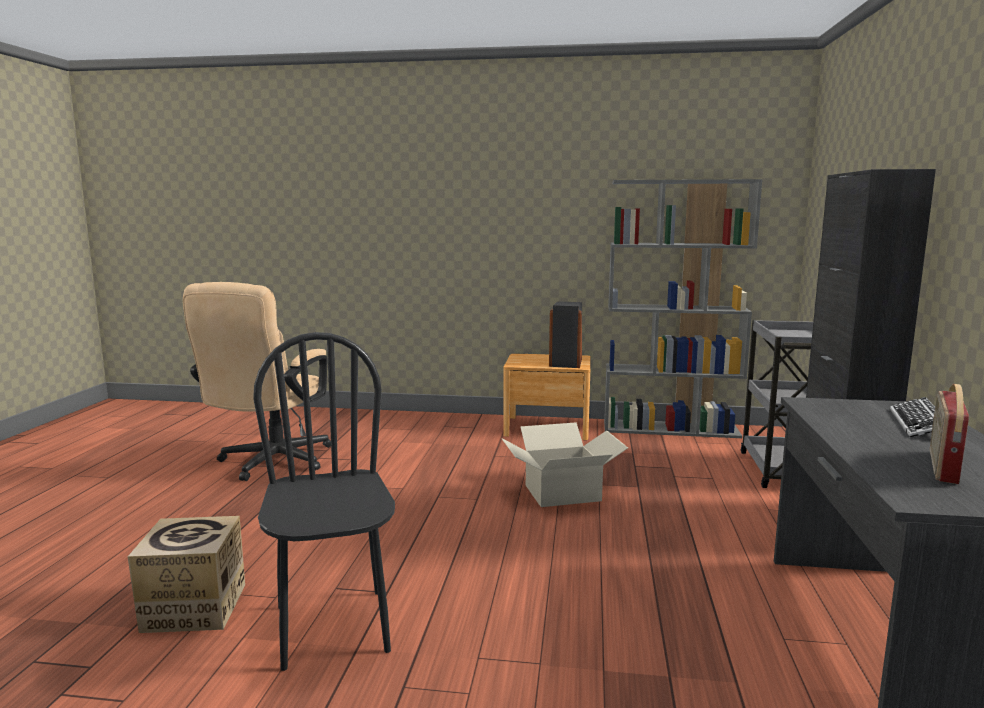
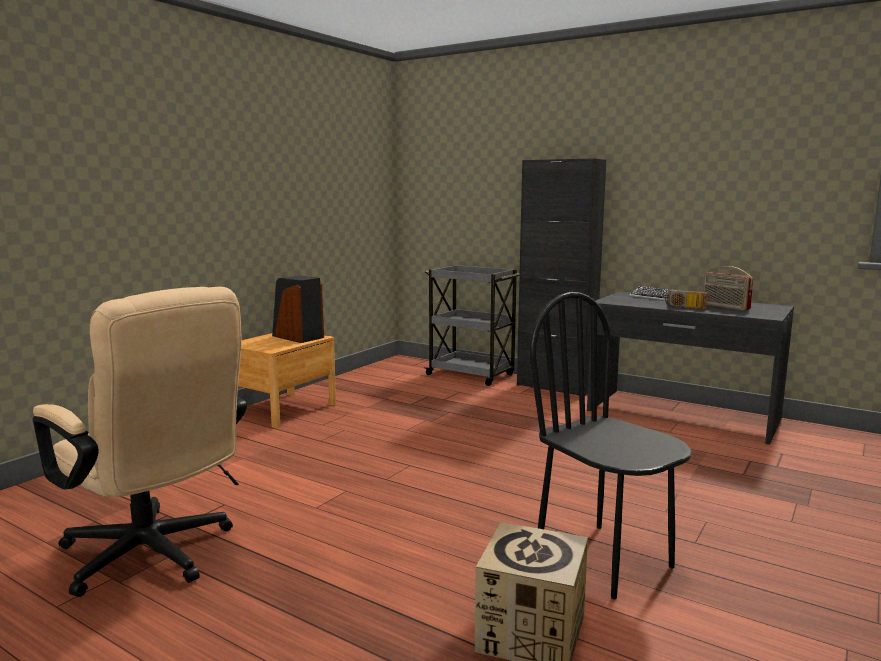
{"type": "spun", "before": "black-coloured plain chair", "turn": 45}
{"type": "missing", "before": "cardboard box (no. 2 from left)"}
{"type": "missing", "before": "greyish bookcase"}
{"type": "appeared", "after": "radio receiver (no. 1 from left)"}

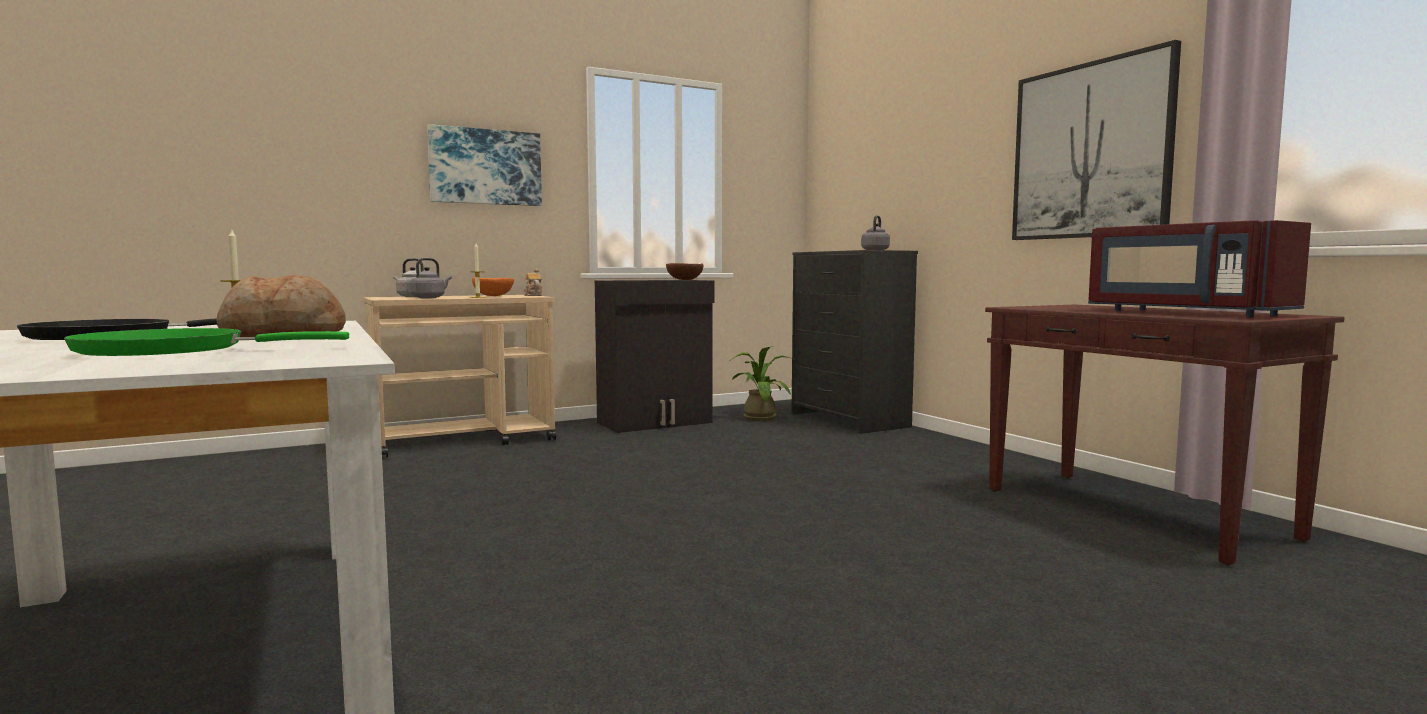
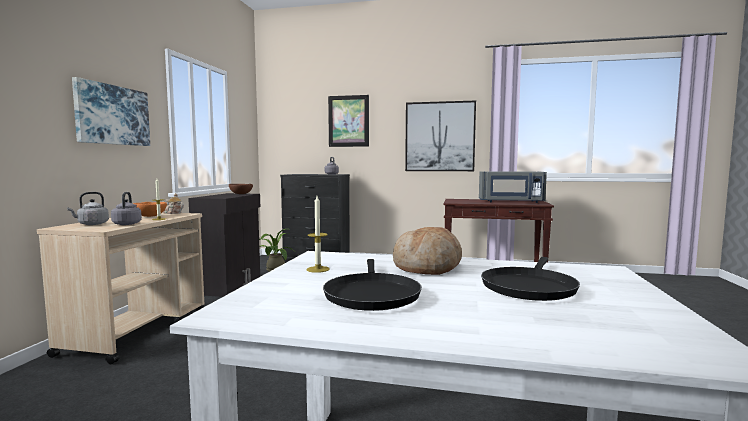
{"type": "colour", "before": "greenish pan", "after": "black-coloured pan (no. 2 from left)"}
{"type": "colour", "before": "red microwave oven", "after": "greyish microwave oven"}
{"type": "appeared", "after": "picture (no. 2 from left)"}

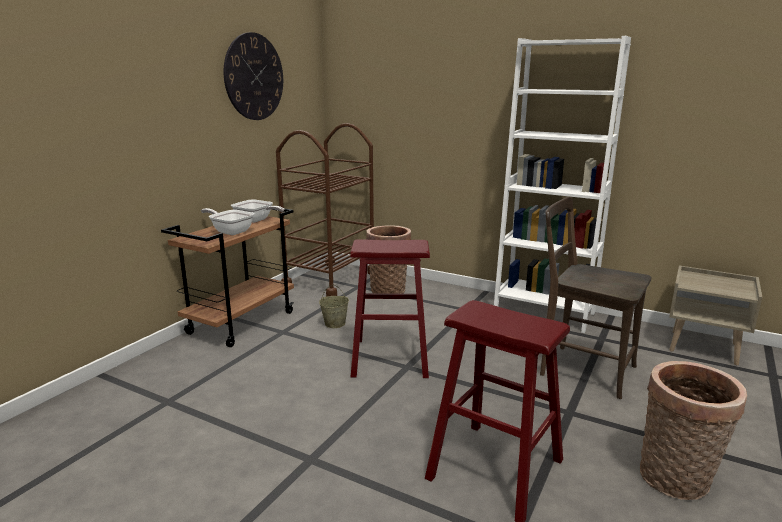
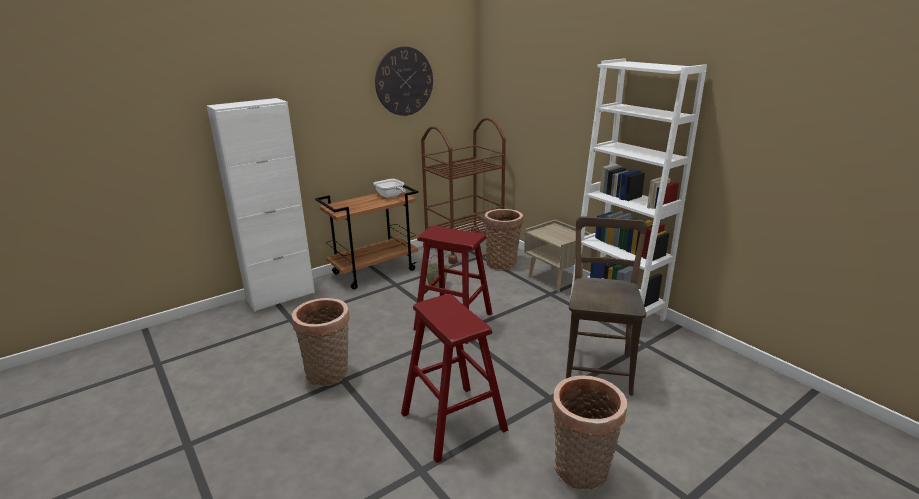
{"type": "missing", "before": "pan (no. 1 from left)"}
{"type": "spun", "before": "brown-coloured plain chair", "turn": 45}
{"type": "relocated", "before": "sand-coloured nightstand"}
{"type": "appeared", "after": "white cabinet"}
{"type": "appeared", "after": "household basket (no. 1 from left)"}

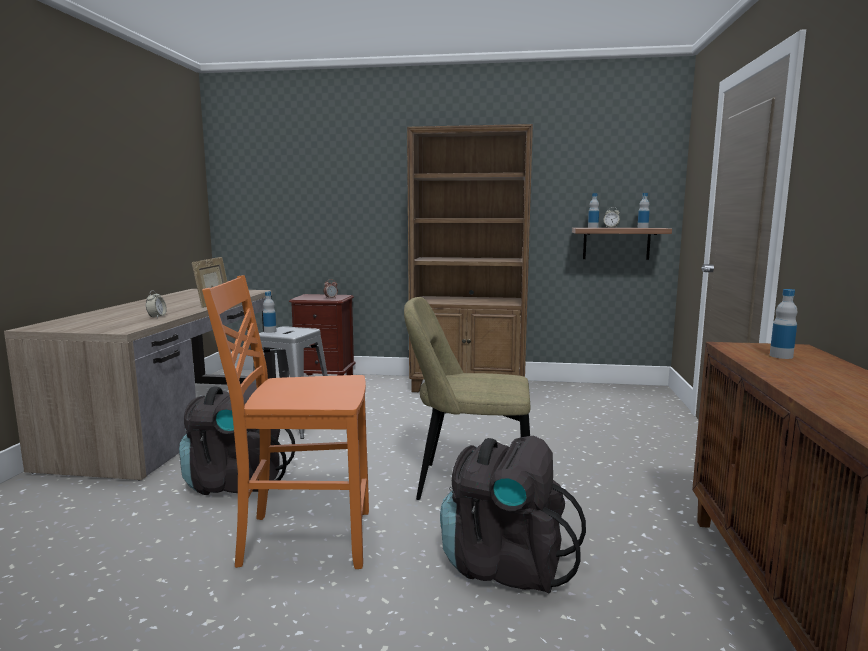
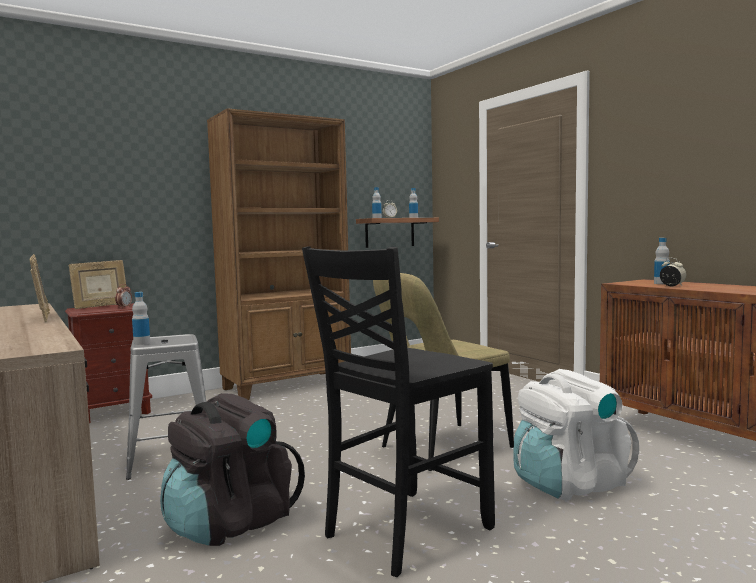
{"type": "relocated", "before": "table clock (no. 1 from left in the first image)", "after": "table clock (no. 3 from left)"}
{"type": "colour", "before": "orange-coloured plain chair", "after": "black-coloured plain chair"}
{"type": "colour", "before": "black-coloured rucksack (no. 2 from left)", "after": "white rucksack"}
{"type": "appeared", "after": "standing frame (no. 2 from left)"}

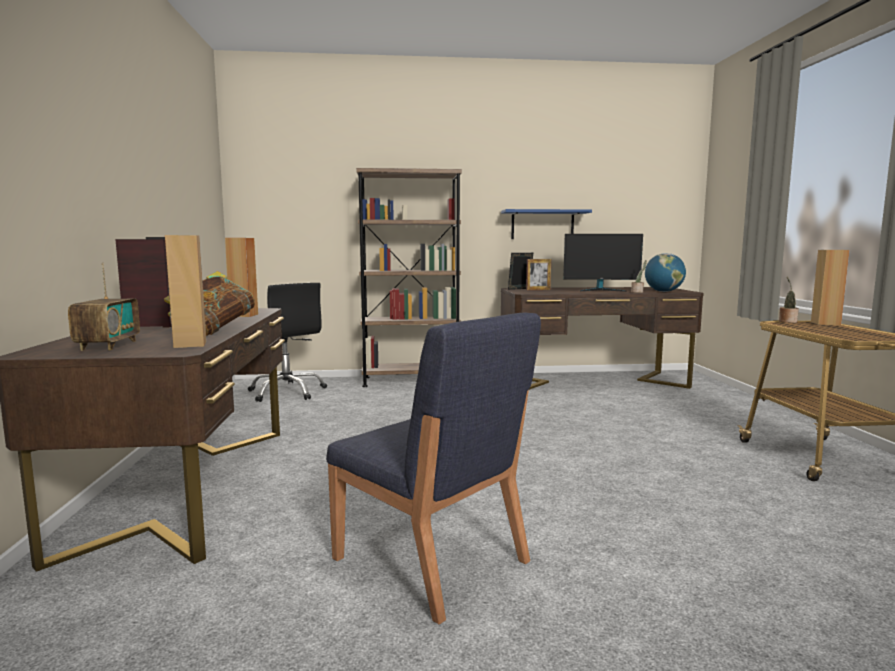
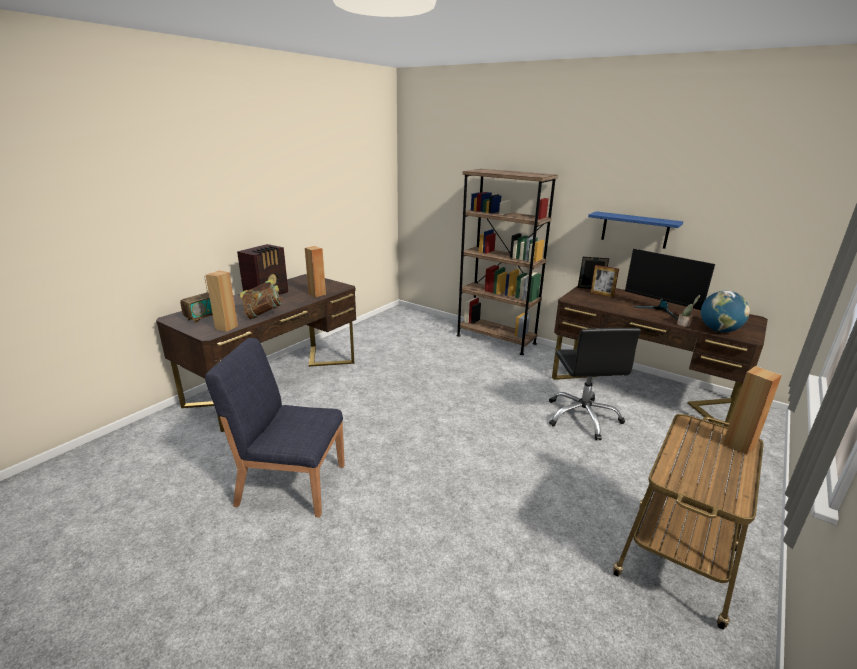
{"type": "relocated", "before": "black-coloured desk chair"}
{"type": "spun", "before": "blue plain chair", "turn": 105}
{"type": "missing", "before": "houseplant (no. 2 from left)"}

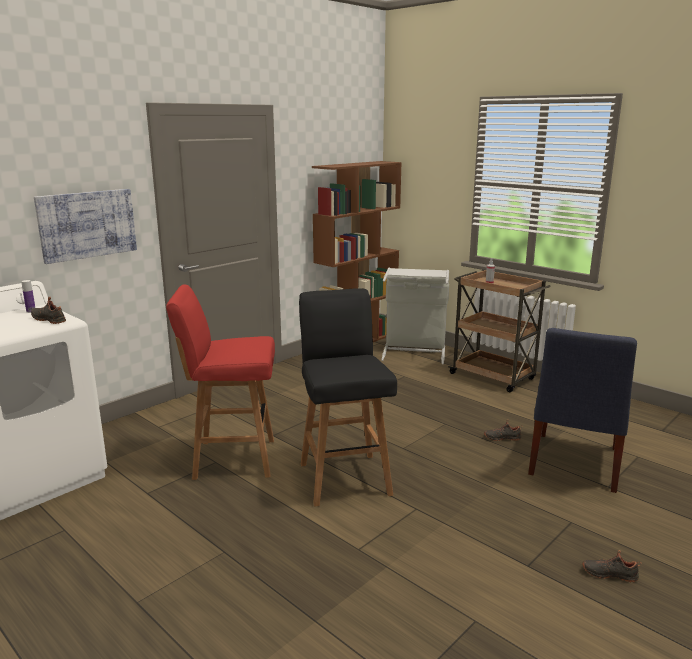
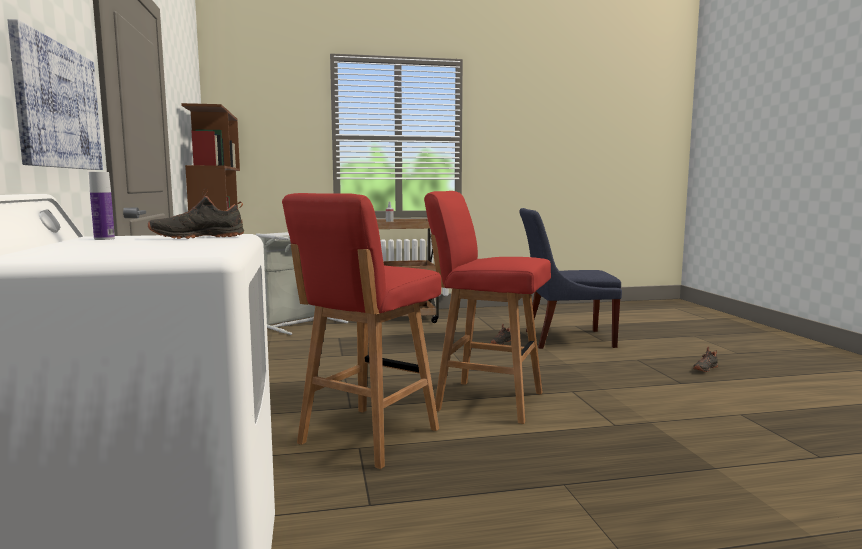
{"type": "colour", "before": "black-coloured sitting stool", "after": "red sitting stool (no. 2 from left)"}
{"type": "spun", "before": "blue plain chair", "turn": 120}

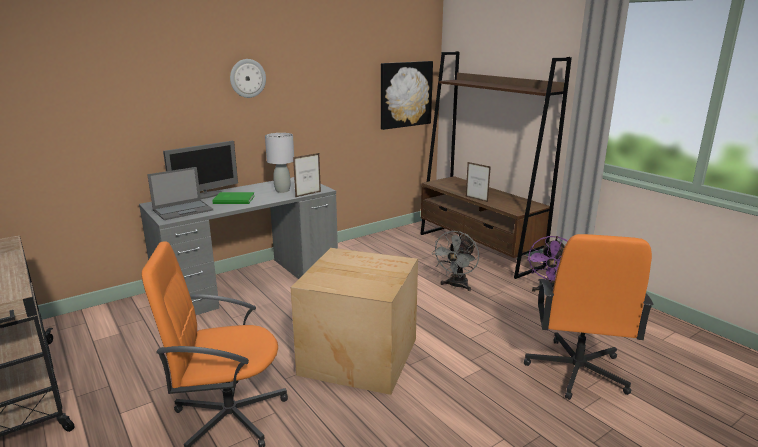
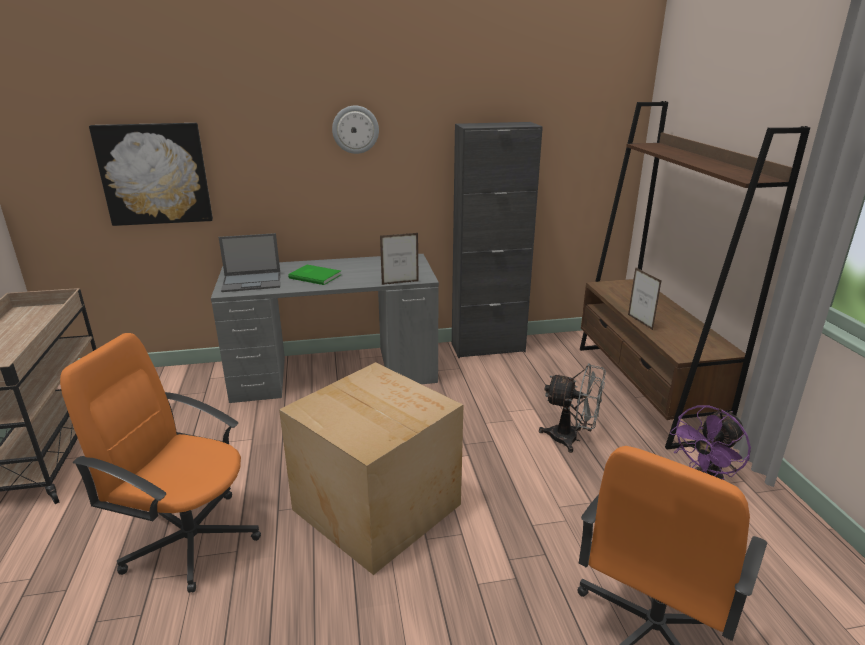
{"type": "missing", "before": "computer screen"}
{"type": "missing", "before": "greyish tabletop lamp"}
{"type": "relocated", "before": "picture"}
{"type": "spun", "before": "greyish electric fan", "turn": -120}
{"type": "appeared", "after": "black-coloured cabinet"}

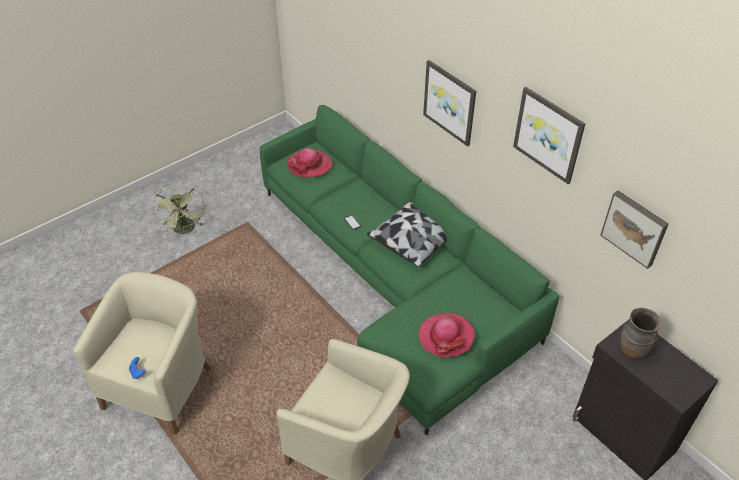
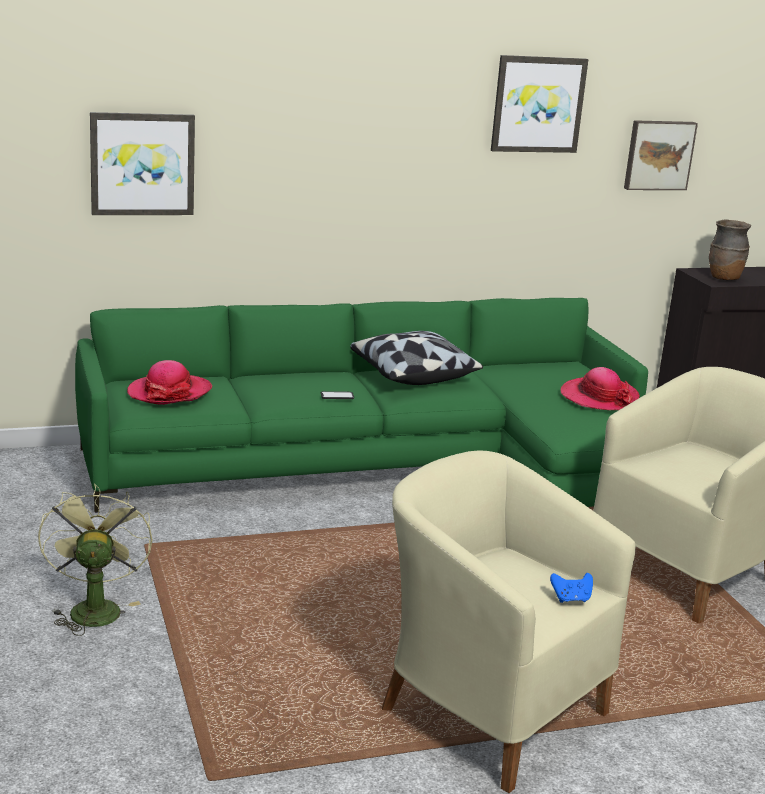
{"type": "spun", "before": "greenish electric fan", "turn": -105}
{"type": "relocated", "before": "picture (no. 1 from left)"}

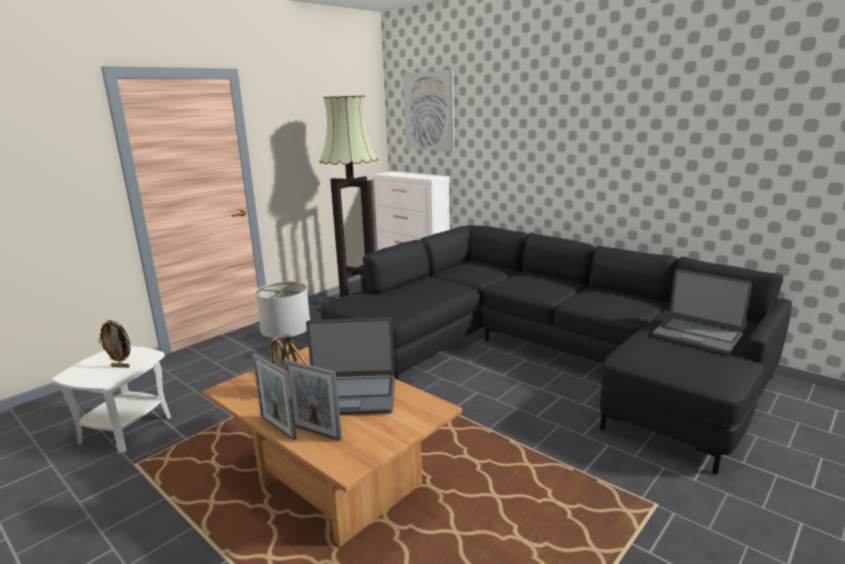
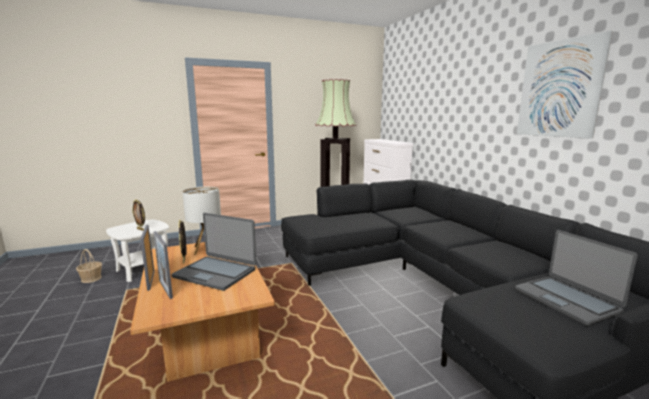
{"type": "relocated", "before": "picture"}
{"type": "appeared", "after": "household basket"}

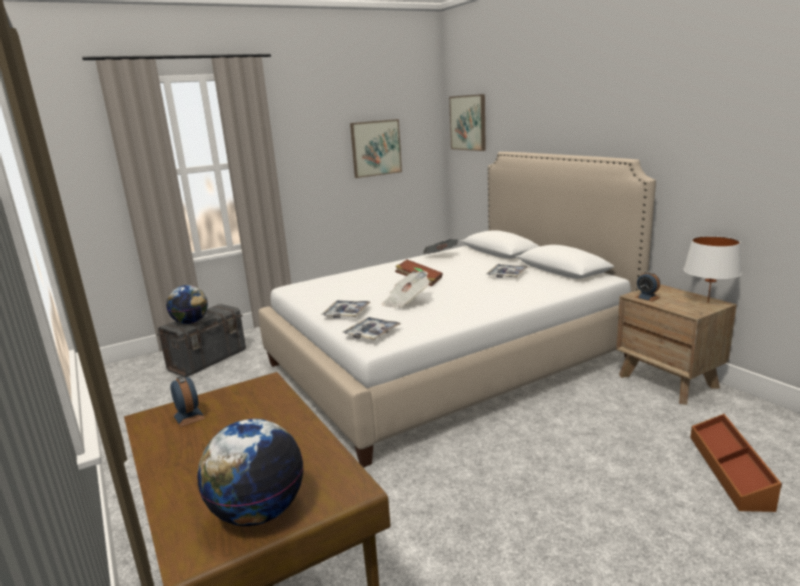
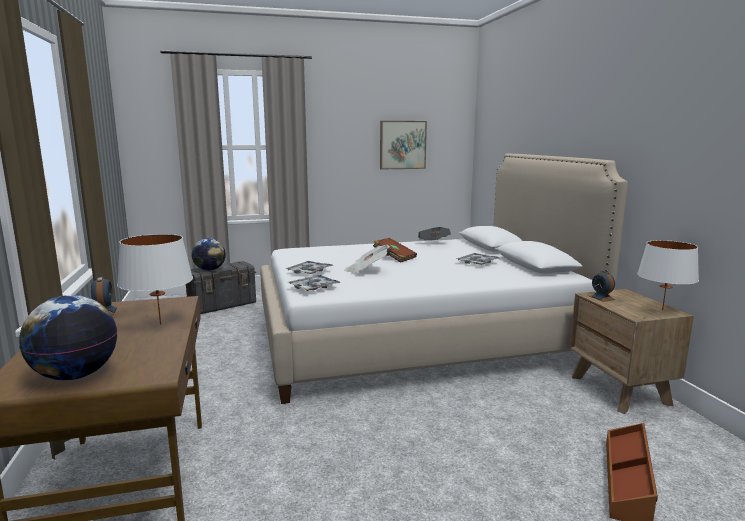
{"type": "missing", "before": "picture (no. 2 from left)"}
{"type": "appeared", "after": "white tabletop lamp (no. 1 from left)"}

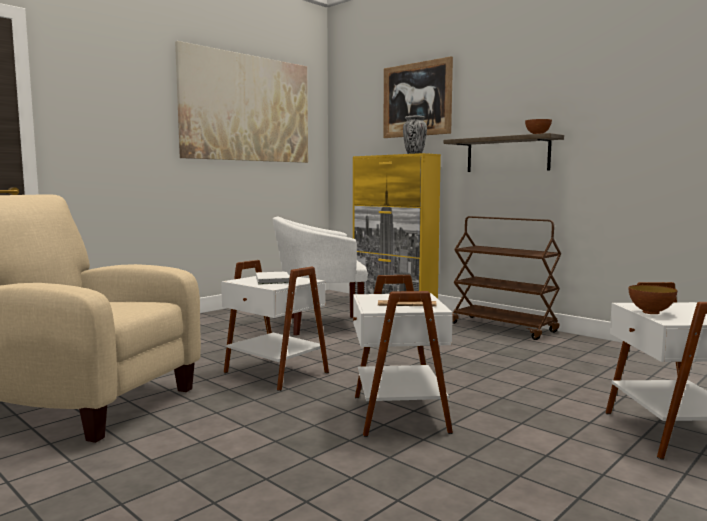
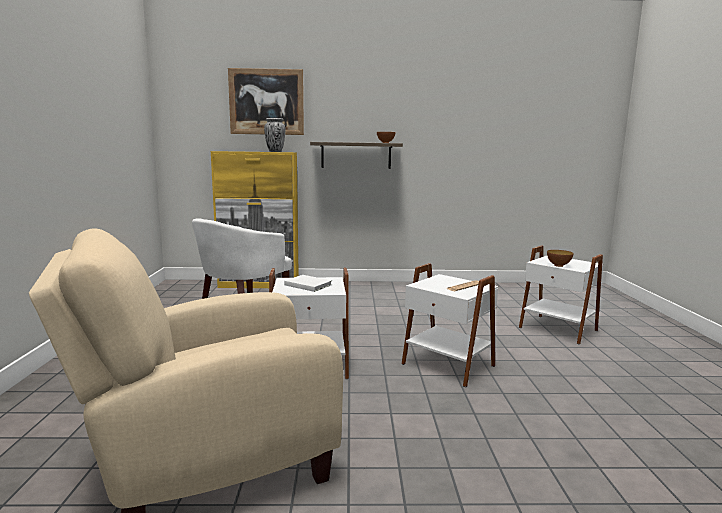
{"type": "missing", "before": "picture (no. 1 from left)"}
{"type": "missing", "before": "brown-coloured trolley"}

